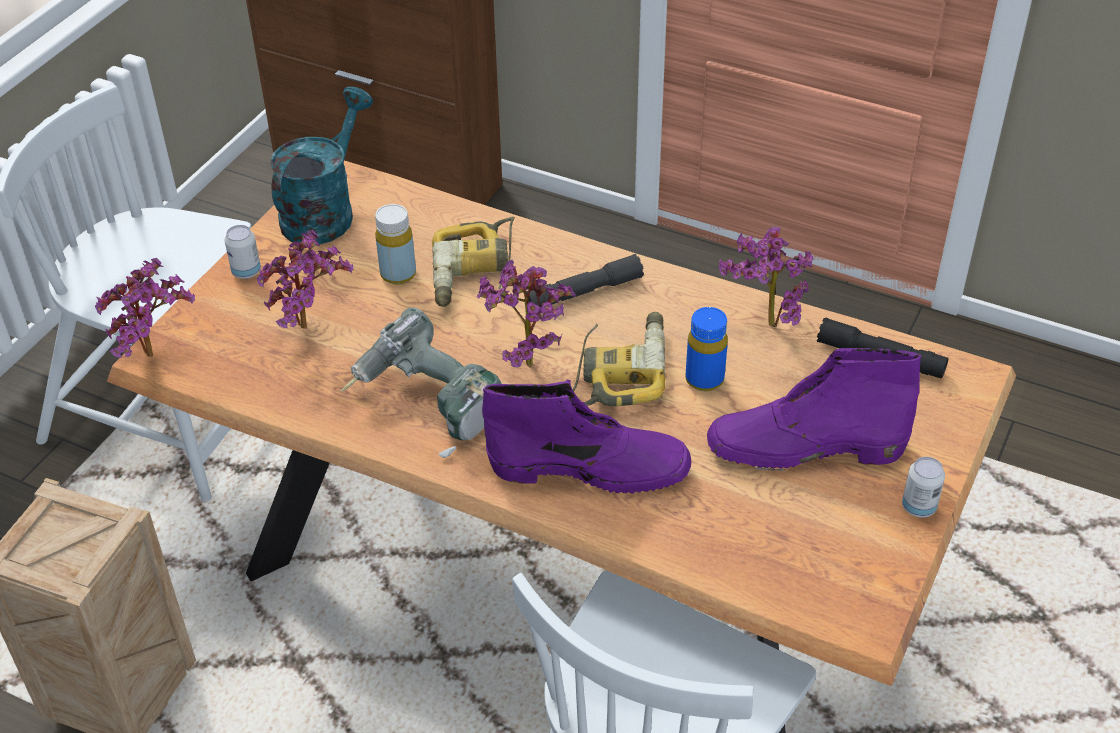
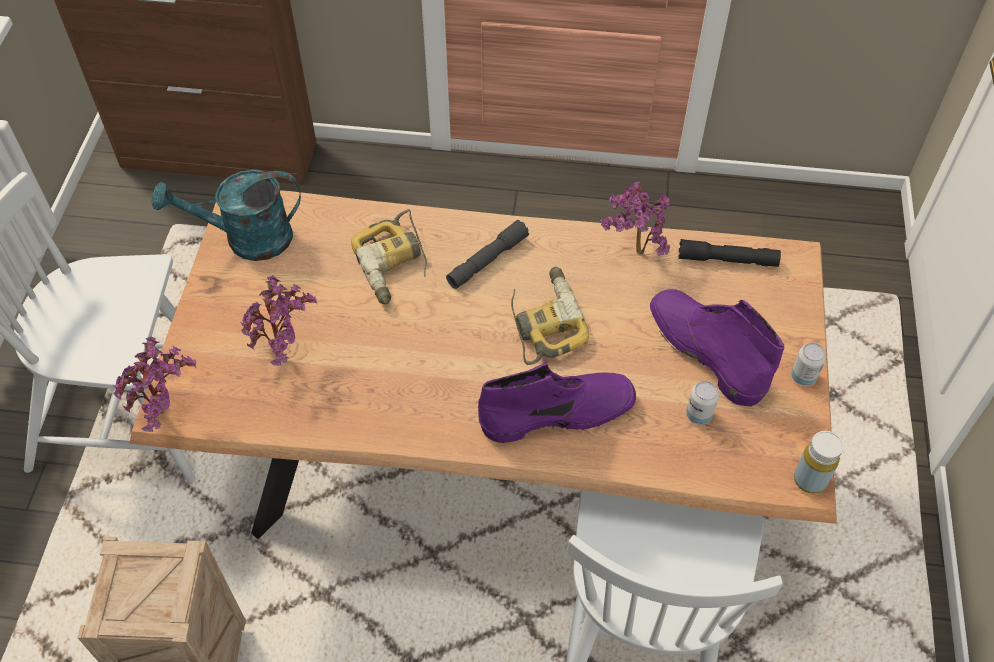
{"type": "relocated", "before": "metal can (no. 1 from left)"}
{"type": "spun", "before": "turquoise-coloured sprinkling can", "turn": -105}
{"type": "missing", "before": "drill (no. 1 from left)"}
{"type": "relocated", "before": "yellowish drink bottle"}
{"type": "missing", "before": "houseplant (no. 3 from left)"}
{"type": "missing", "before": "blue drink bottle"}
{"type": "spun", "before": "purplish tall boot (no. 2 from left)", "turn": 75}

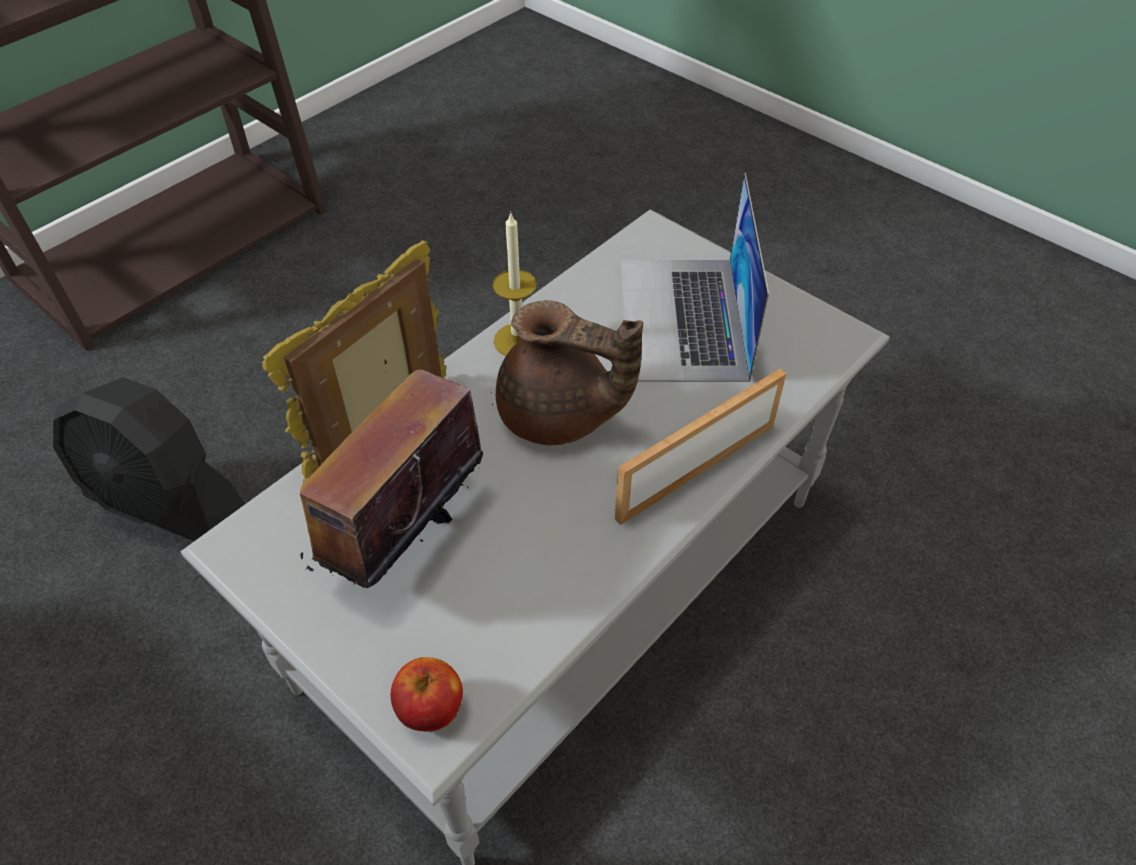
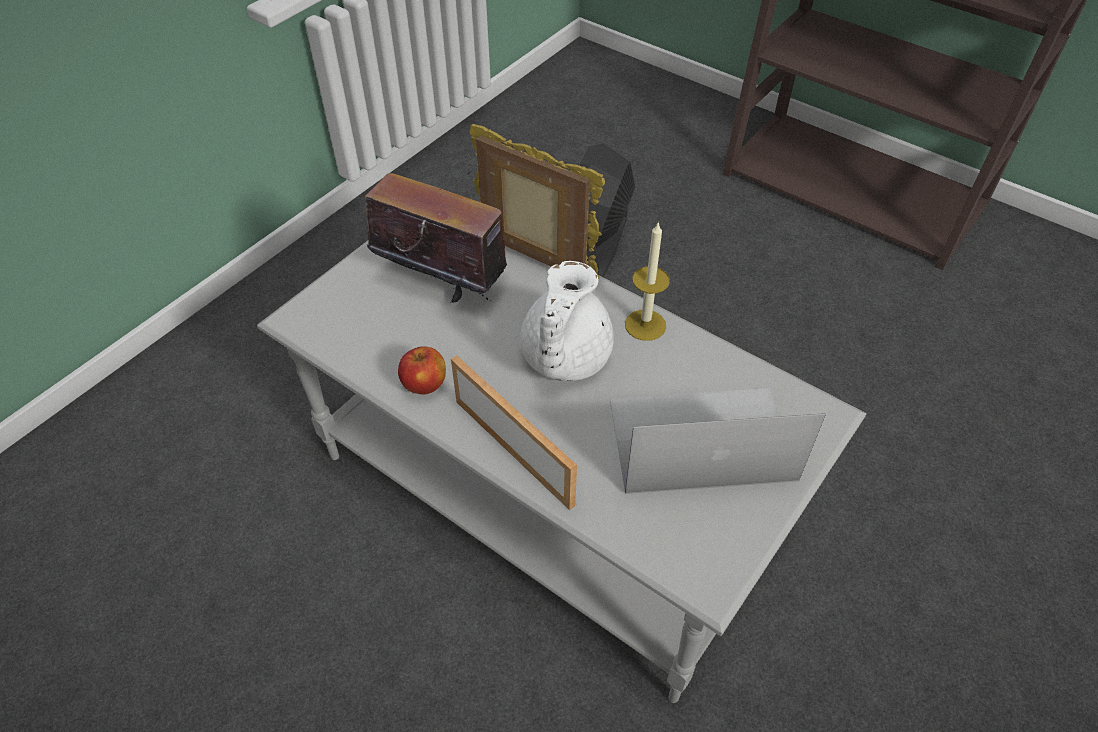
{"type": "relocated", "before": "apple"}
{"type": "colour", "before": "brown-coloured pot for tea", "after": "white pot for tea"}

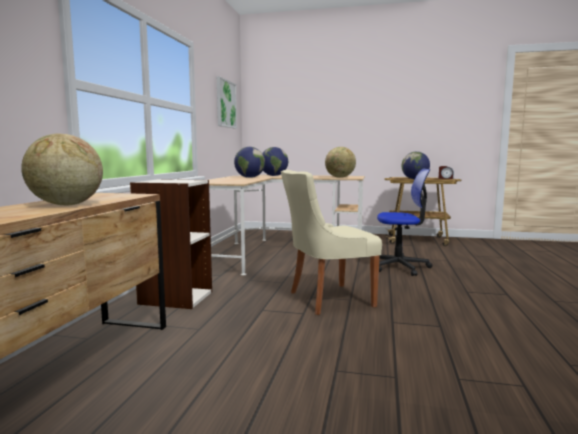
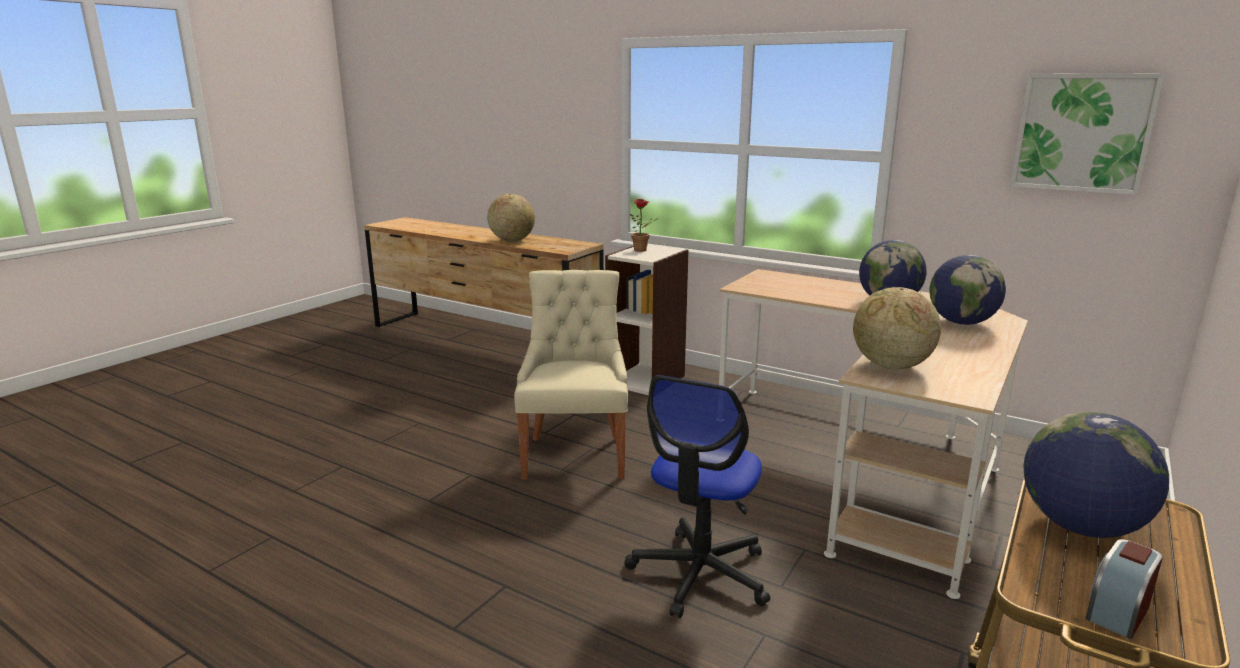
{"type": "appeared", "after": "houseplant"}

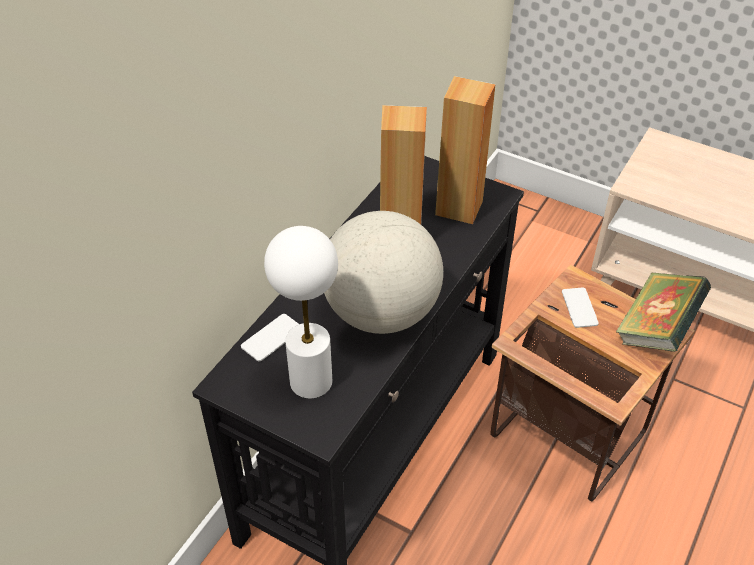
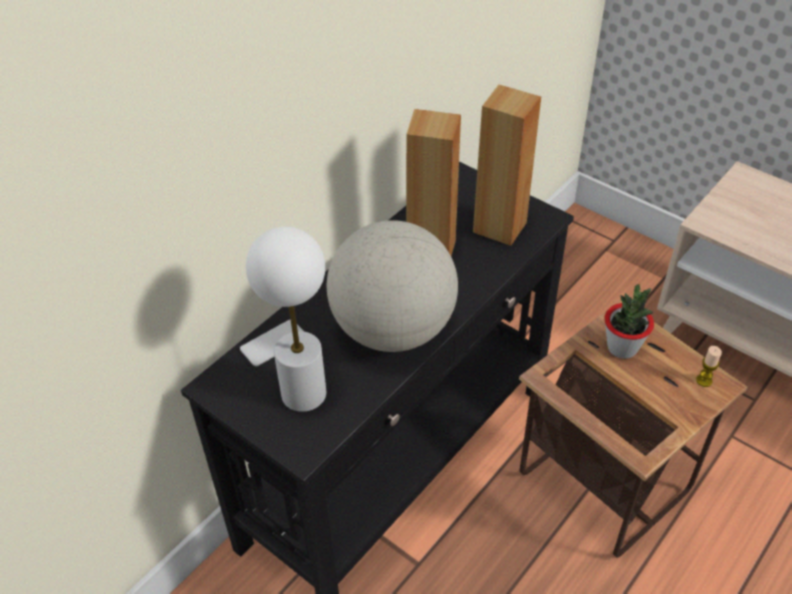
{"type": "exchanged", "before": "handset (no. 2 from left)", "after": "houseplant"}
{"type": "exchanged", "before": "bound book", "after": "candle"}

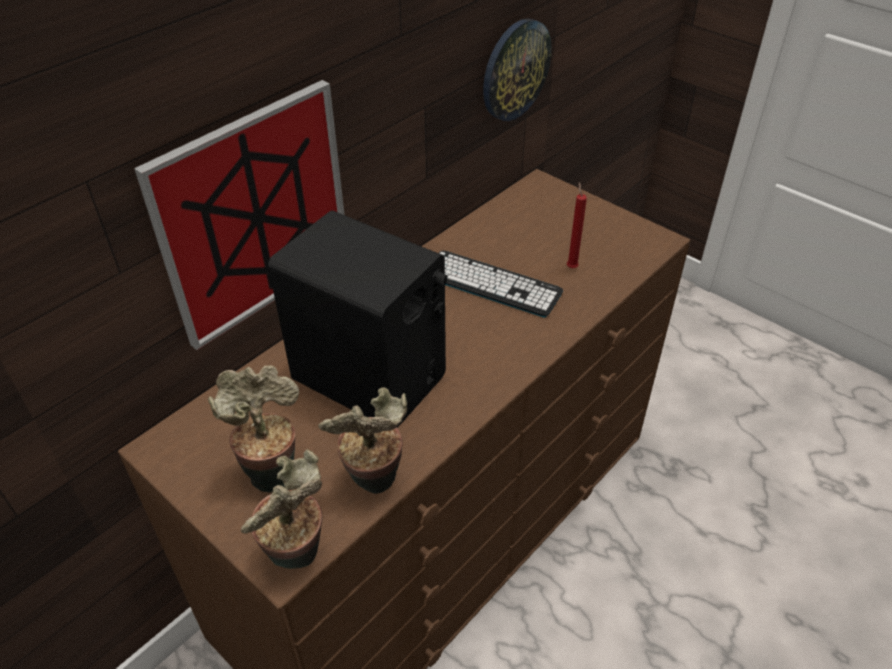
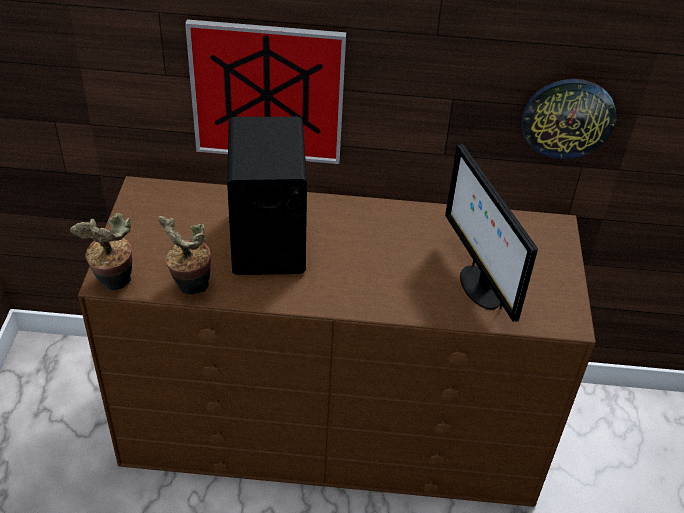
{"type": "missing", "before": "houseplant (no. 1 from left)"}
{"type": "missing", "before": "keyboard"}
{"type": "exchanged", "before": "red candle", "after": "computer screen"}

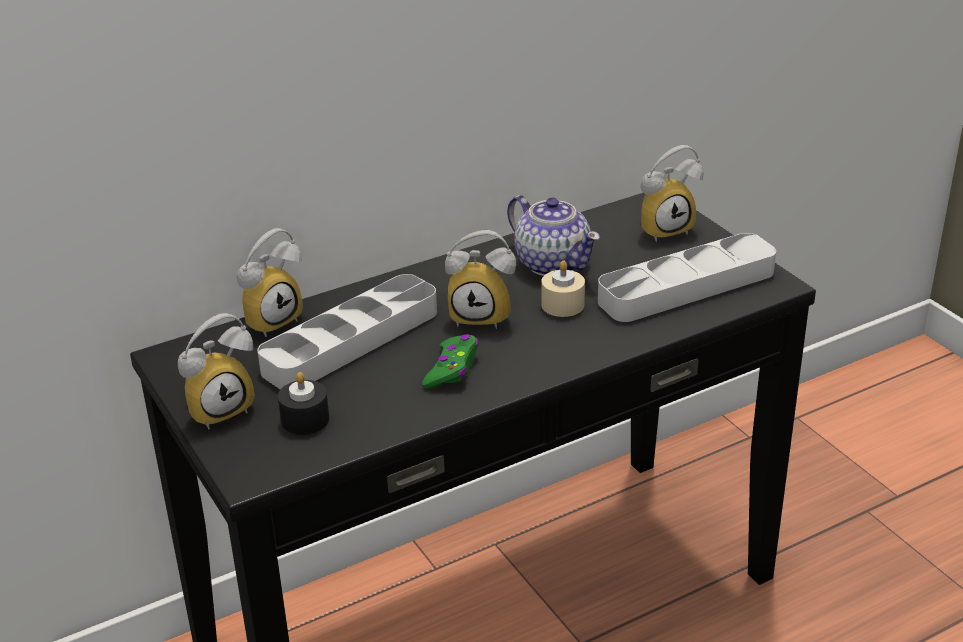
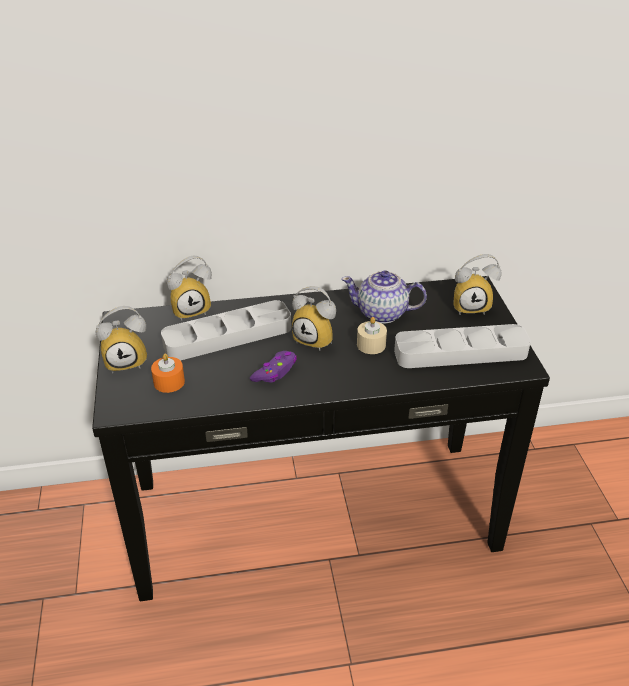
{"type": "colour", "before": "black-coloured candle", "after": "orange-coloured candle"}
{"type": "colour", "before": "greenish joypad", "after": "purplish joypad"}
{"type": "spun", "before": "pot for tea", "turn": 120}

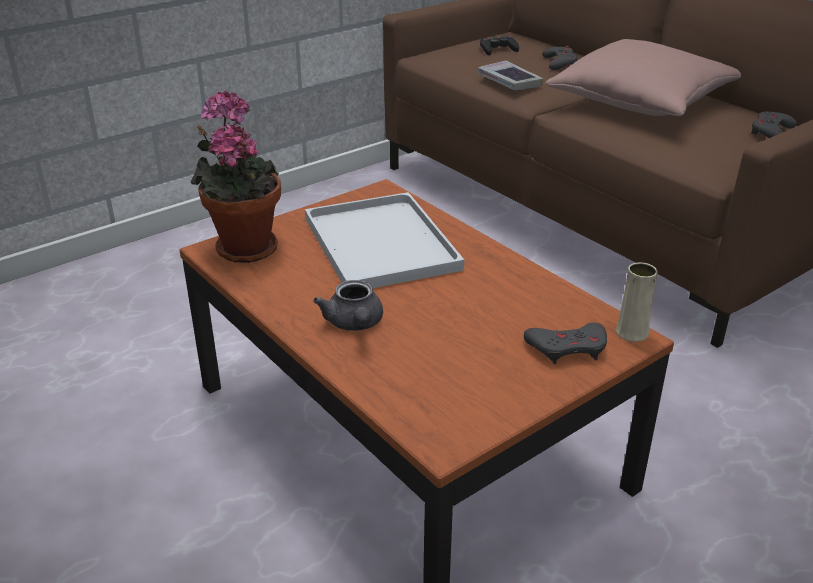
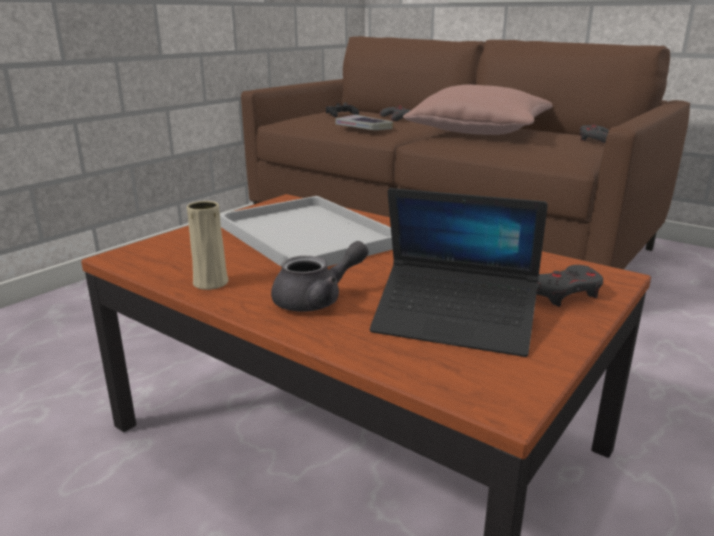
{"type": "missing", "before": "houseplant"}
{"type": "spun", "before": "greyish pot for tea", "turn": -90}
{"type": "relocated", "before": "sand-coloured decorative vase"}
{"type": "appeared", "after": "laptop"}

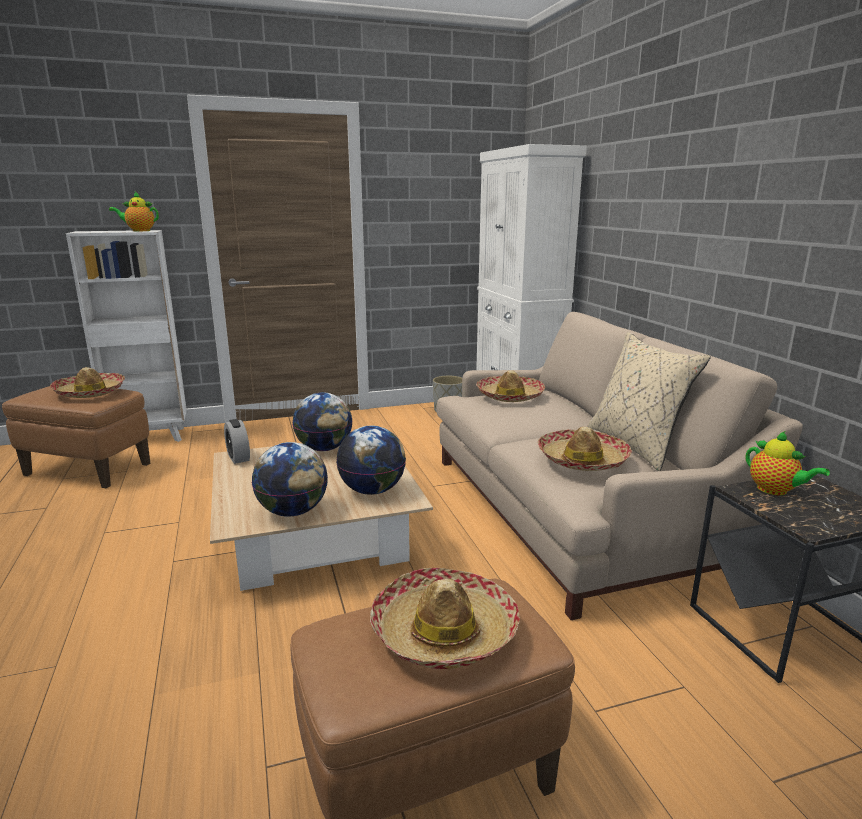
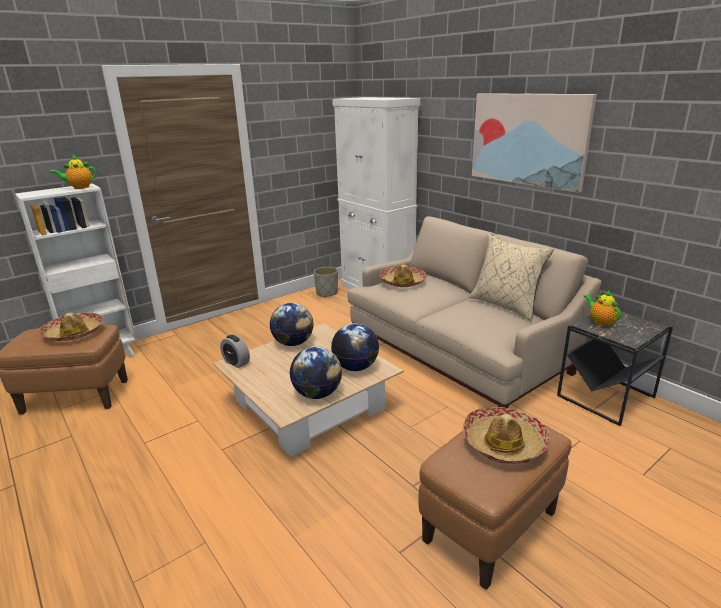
{"type": "missing", "before": "clothing hat (no. 4 from left)"}
{"type": "spun", "before": "pot for tea (no. 2 from left)", "turn": -150}
{"type": "appeared", "after": "picture"}

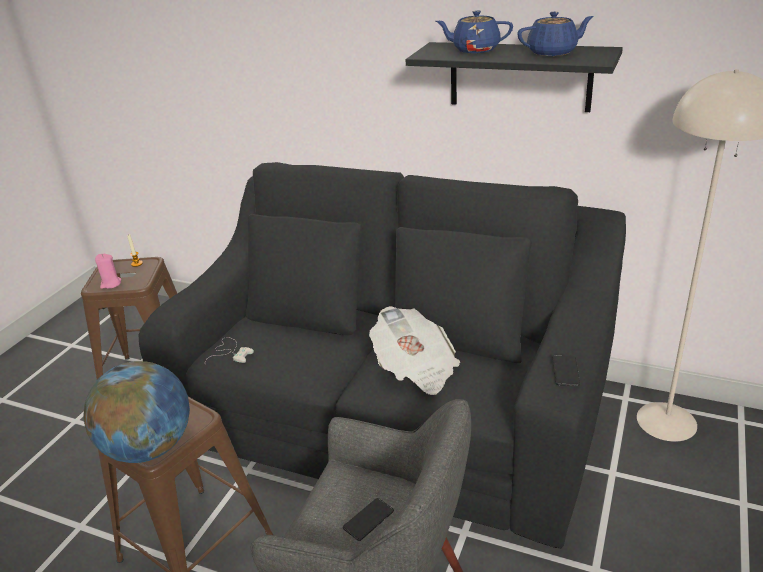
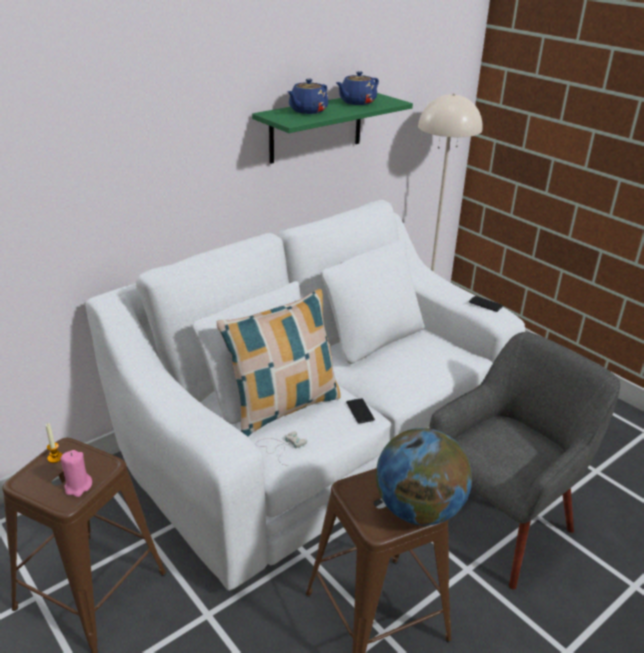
{"type": "colour", "before": "black-coloured couch", "after": "white couch"}
{"type": "relocated", "before": "handset (no. 1 from left)"}
{"type": "missing", "before": "newspaper"}
{"type": "colour", "before": "black-coloured bracket shelf", "after": "greenish bracket shelf"}
{"type": "spun", "before": "blue pot for tea (no. 2 from left)", "turn": -150}
{"type": "appeared", "after": "throw pillow"}

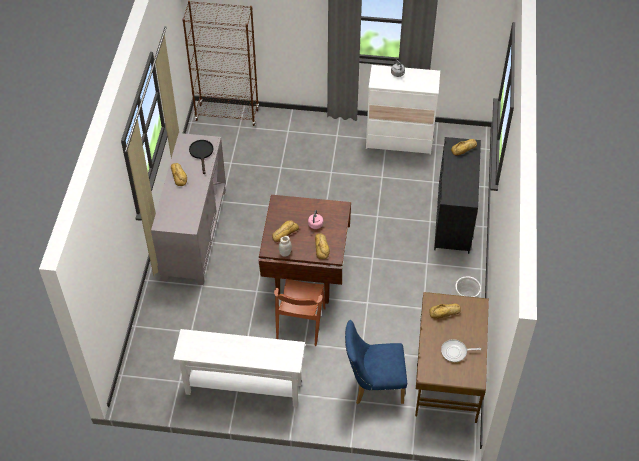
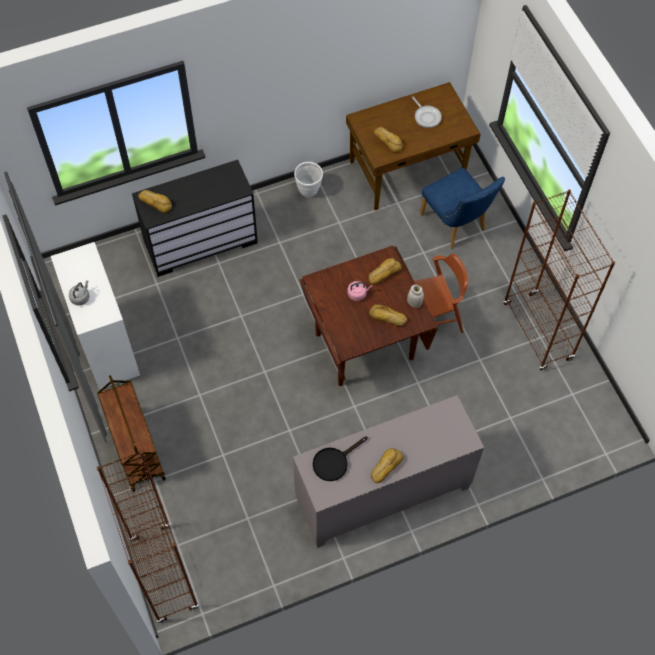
{"type": "exchanged", "before": "white console table", "after": "brown-coloured bookcase (no. 2 from left)"}
{"type": "appeared", "after": "brown-coloured trolley"}

